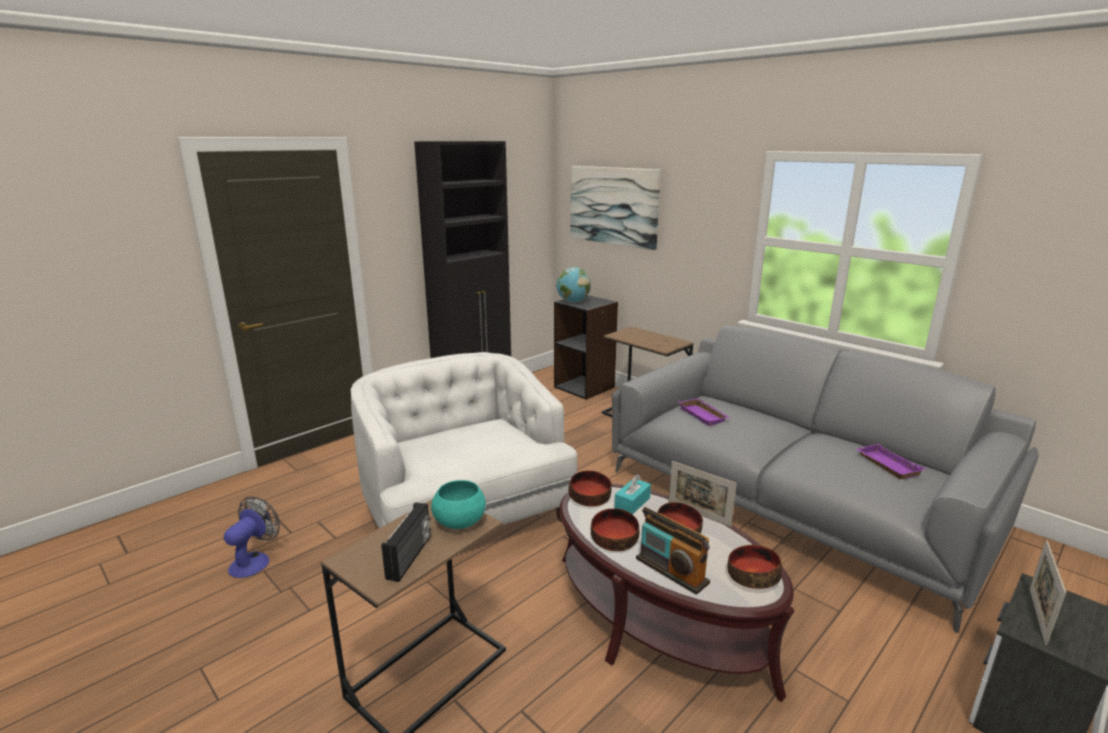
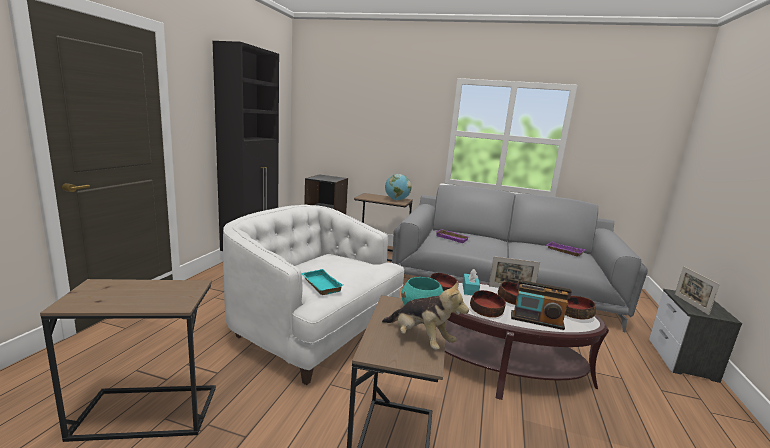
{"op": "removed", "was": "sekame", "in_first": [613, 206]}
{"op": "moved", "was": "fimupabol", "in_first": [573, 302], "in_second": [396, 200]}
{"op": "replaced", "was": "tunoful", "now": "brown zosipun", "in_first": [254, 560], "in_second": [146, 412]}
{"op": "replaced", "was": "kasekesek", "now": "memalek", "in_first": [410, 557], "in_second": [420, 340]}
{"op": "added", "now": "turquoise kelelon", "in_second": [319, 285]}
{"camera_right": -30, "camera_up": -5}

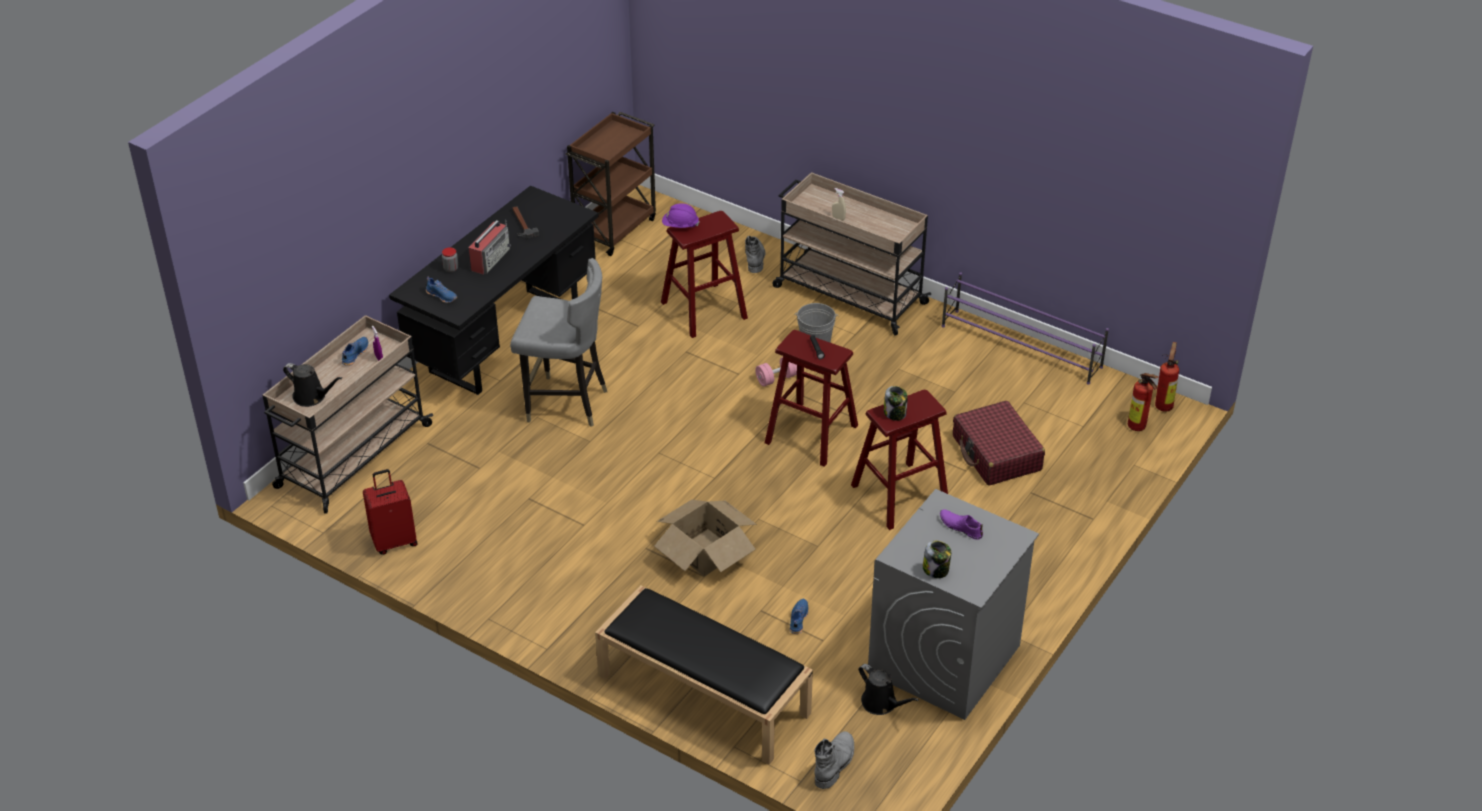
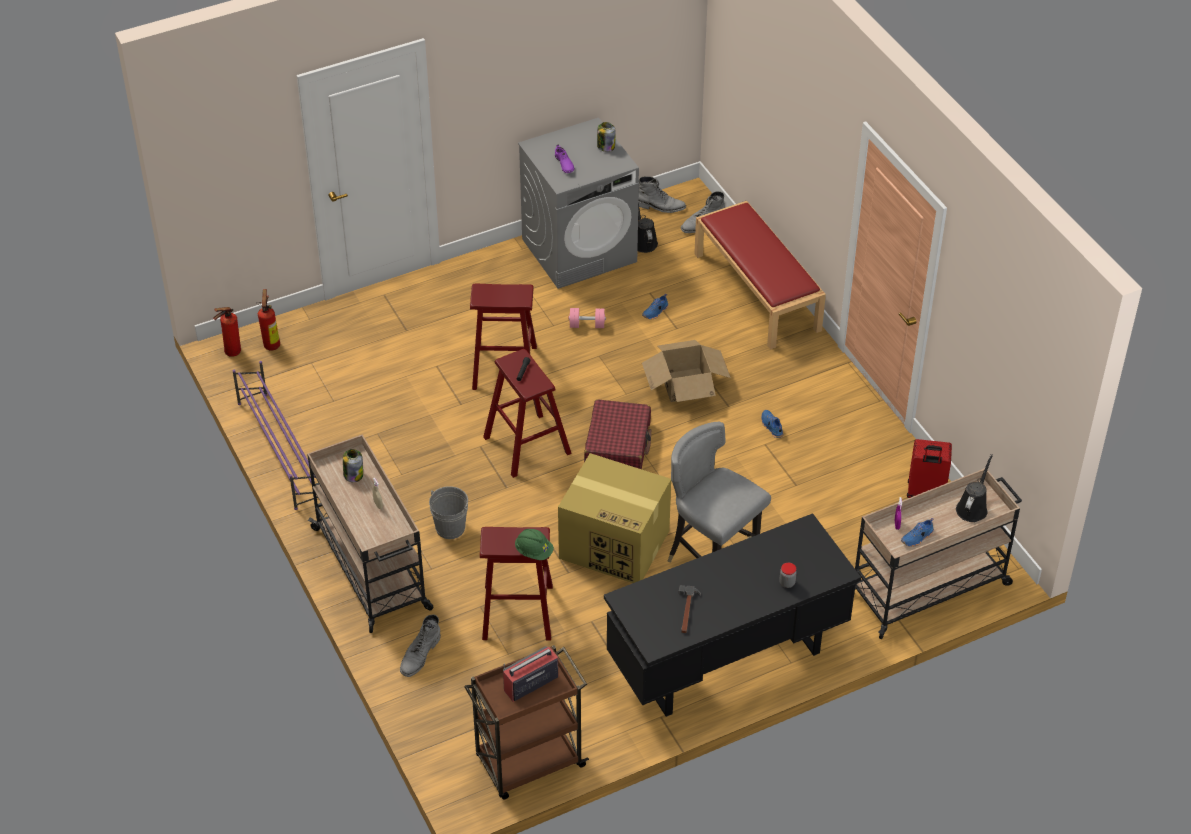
{"op": "recoloured", "was": "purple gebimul", "now": "green gebimul", "in_first": [680, 226], "in_second": [534, 551]}
{"op": "moved", "was": "kasekesek", "in_first": [490, 259], "in_second": [530, 684]}
{"op": "moved", "was": "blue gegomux", "in_first": [442, 296], "in_second": [771, 427]}
{"op": "moved", "was": "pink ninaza", "in_first": [776, 378], "in_second": [587, 325]}
{"op": "turned", "was": "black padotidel", "in_first": [312, 397], "in_second": [972, 508], "clockwise": 60}
{"op": "moved", "was": "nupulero", "in_first": [895, 413], "in_second": [353, 474]}
{"op": "moved", "was": "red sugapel", "in_first": [996, 454], "in_second": [618, 445]}
{"op": "recoloured", "was": "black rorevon", "now": "red rorevon", "in_first": [702, 694], "in_second": [758, 292]}
{"op": "added", "now": "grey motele", "in_second": [660, 206]}
{"op": "added", "now": "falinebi", "in_second": [615, 544]}
{"camera_right": -150, "camera_up": 5}

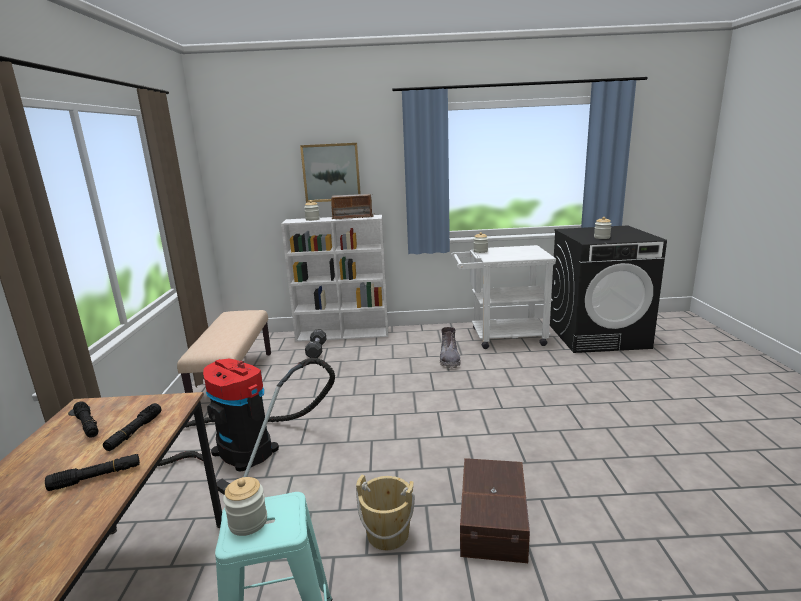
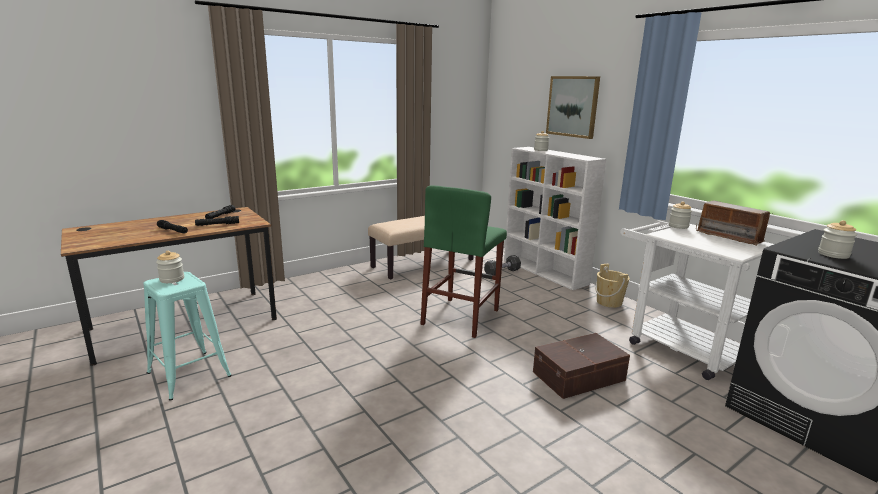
{"op": "moved", "was": "kasekesek", "in_first": [352, 217], "in_second": [729, 237]}
{"op": "removed", "was": "grey motele", "in_first": [449, 360]}
{"op": "removed", "was": "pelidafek", "in_first": [239, 450]}
{"op": "moved", "was": "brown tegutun", "in_first": [494, 520], "in_second": [580, 376]}
{"op": "moved", "was": "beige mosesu", "in_first": [388, 534], "in_second": [609, 302]}
{"op": "added", "now": "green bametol", "in_second": [461, 317]}
{"camera_right": 55, "camera_up": 0}

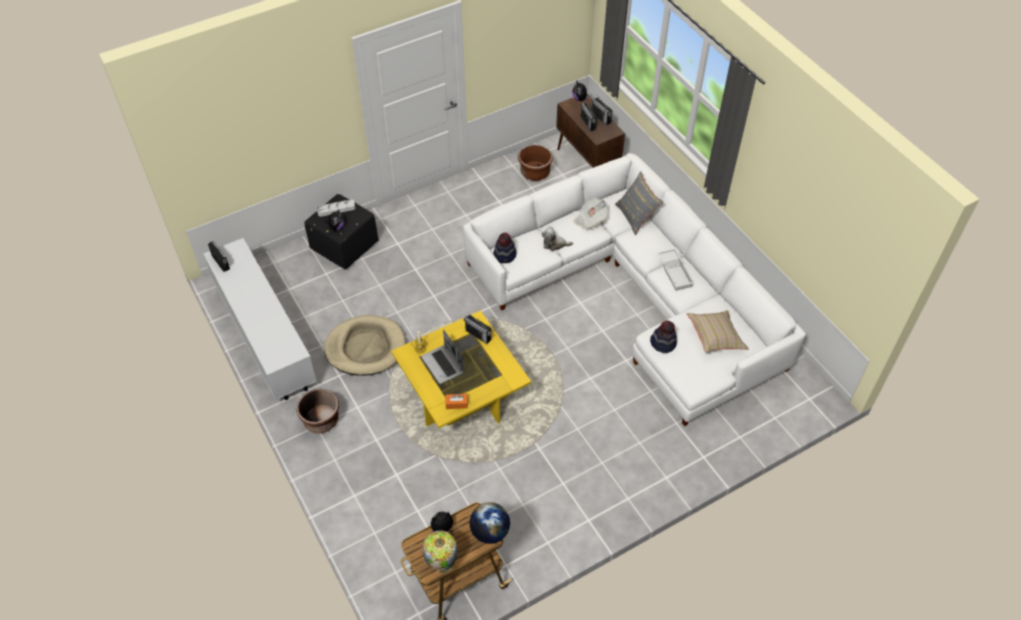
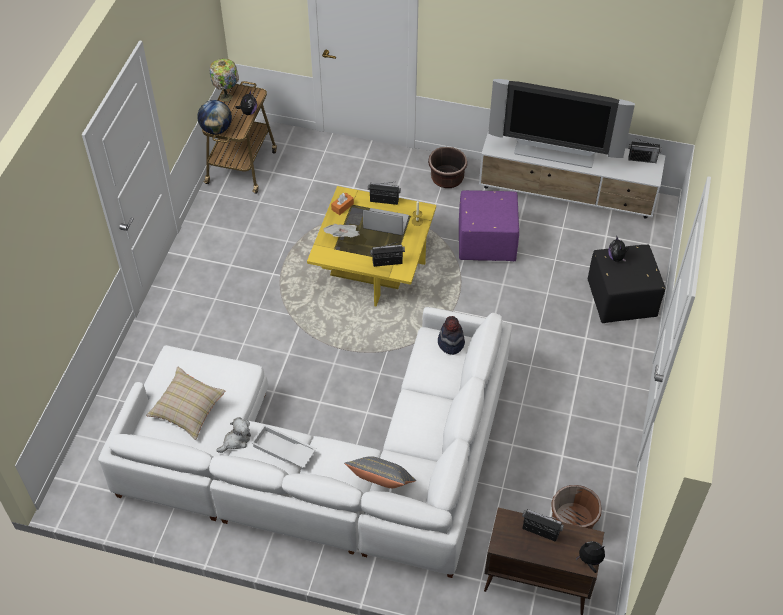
{"op": "moved", "was": "kasekesek", "in_first": [601, 117], "in_second": [384, 200]}
{"op": "moved", "was": "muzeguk", "in_first": [590, 220], "in_second": [343, 237]}
{"op": "removed", "was": "grey kelelon", "in_first": [336, 209]}
{"op": "moved", "was": "memalek", "in_first": [554, 244], "in_second": [236, 440]}
{"op": "replaced", "was": "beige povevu", "now": "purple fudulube", "in_first": [365, 348], "in_second": [486, 242]}
{"op": "removed", "was": "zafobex", "in_first": [663, 343]}
{"op": "added", "now": "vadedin", "in_second": [554, 153]}
{"camera_right": 135, "camera_up": 0}

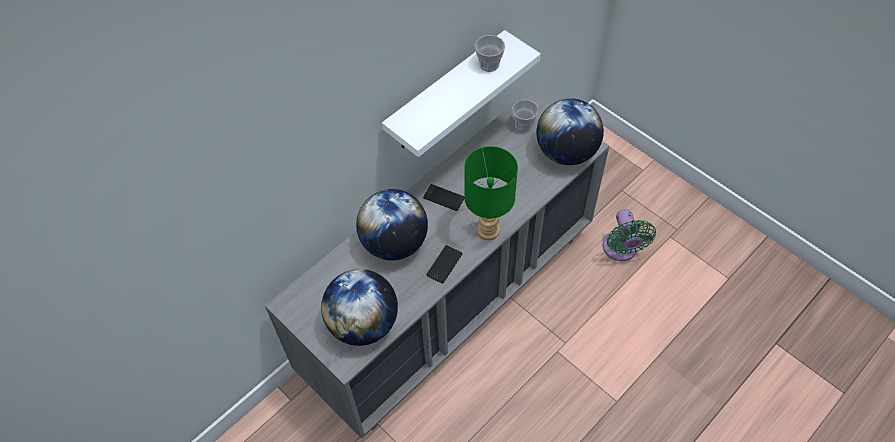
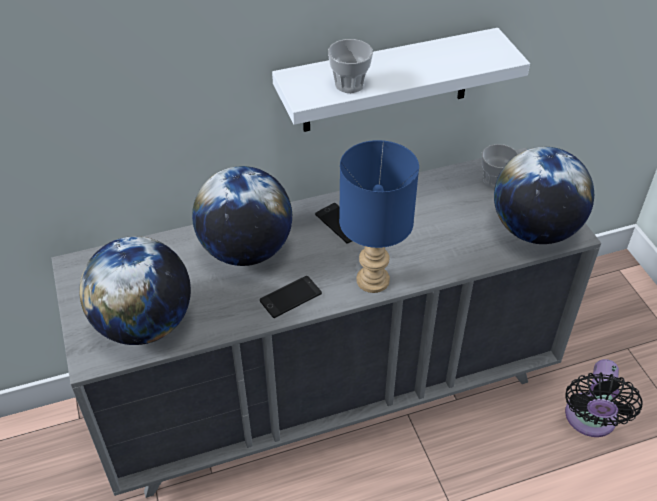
{"op": "moved", "was": "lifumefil", "in_first": [489, 64], "in_second": [349, 84]}
{"op": "recoloured", "was": "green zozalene", "now": "blue zozalene", "in_first": [488, 231], "in_second": [372, 281]}
{"op": "recoloured", "was": "green tunoful", "now": "black tunoful", "in_first": [621, 250], "in_second": [590, 420]}
{"camera_right": 25, "camera_up": -10}

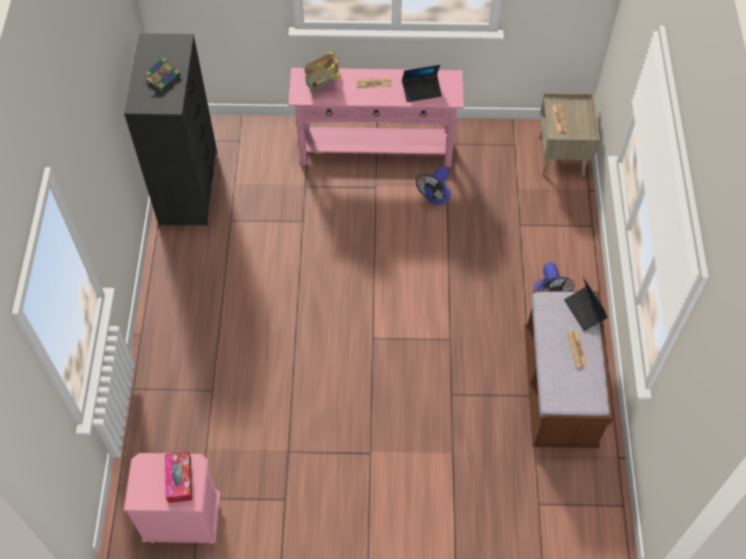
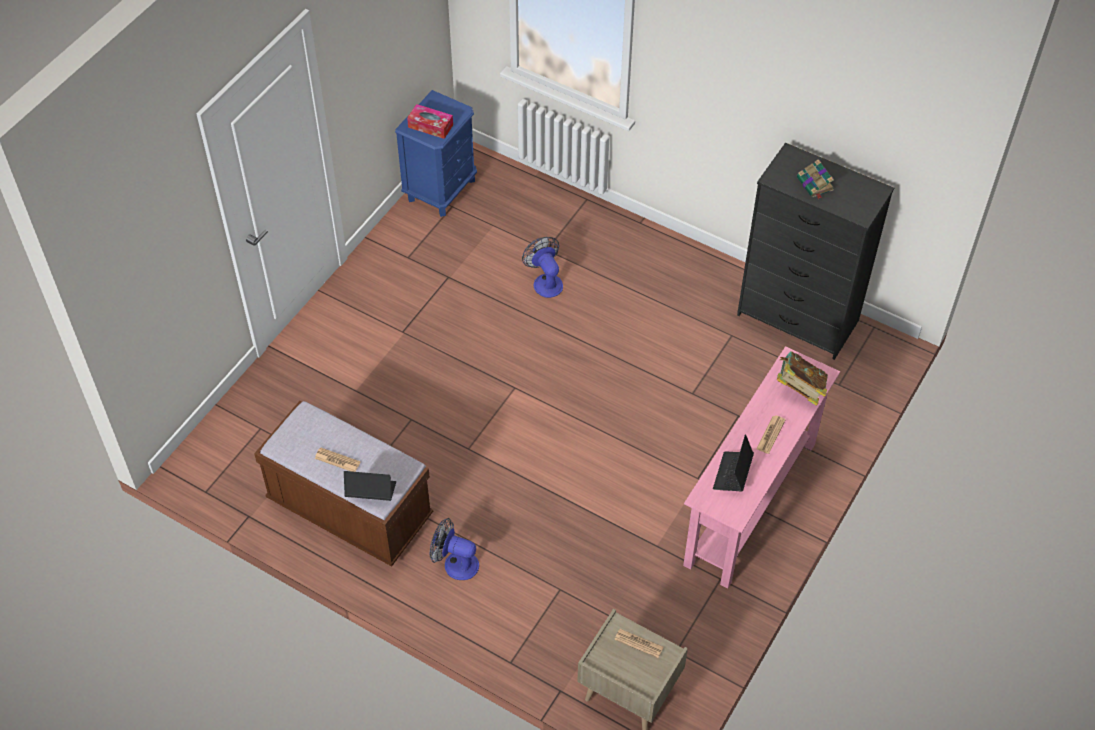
{"op": "moved", "was": "tunoful", "in_first": [435, 198], "in_second": [545, 281]}
{"op": "recoloured", "was": "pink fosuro", "now": "blue fosuro", "in_first": [183, 520], "in_second": [441, 189]}
{"camera_right": 120, "camera_up": -5}

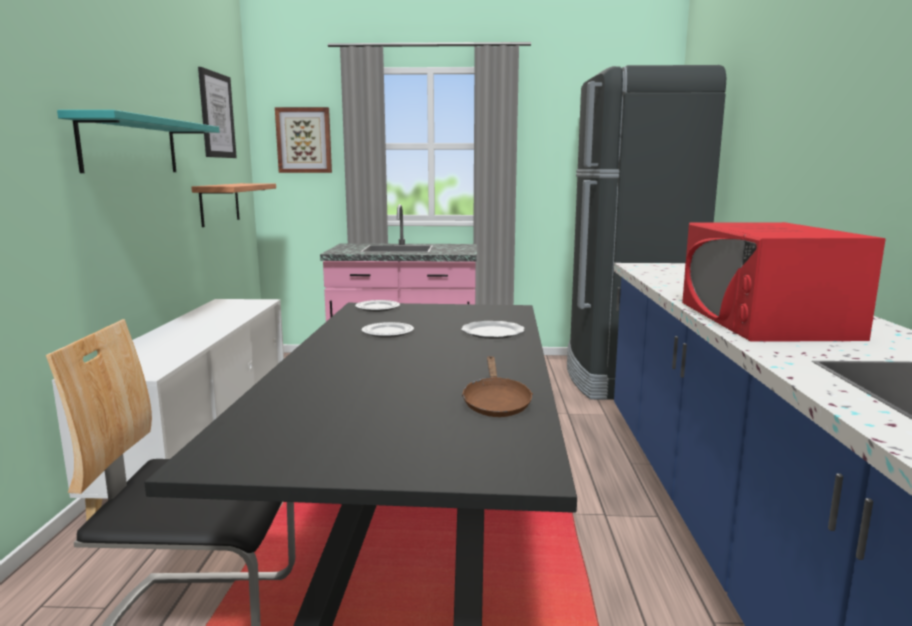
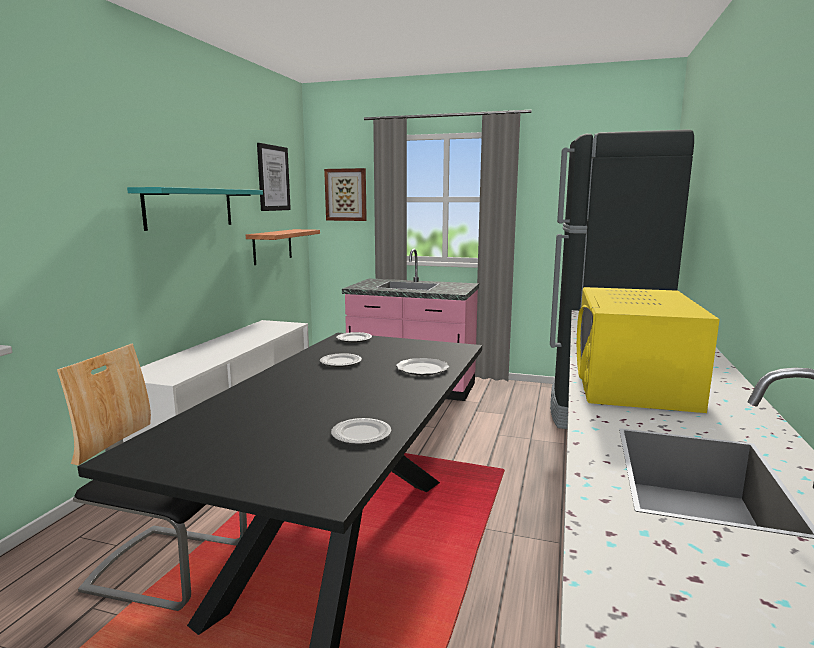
{"op": "recoloured", "was": "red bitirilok", "now": "yellow bitirilok", "in_first": [764, 319], "in_second": [632, 381]}
{"op": "replaced", "was": "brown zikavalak", "now": "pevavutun", "in_first": [495, 404], "in_second": [360, 434]}
{"camera_right": 15, "camera_up": 0}

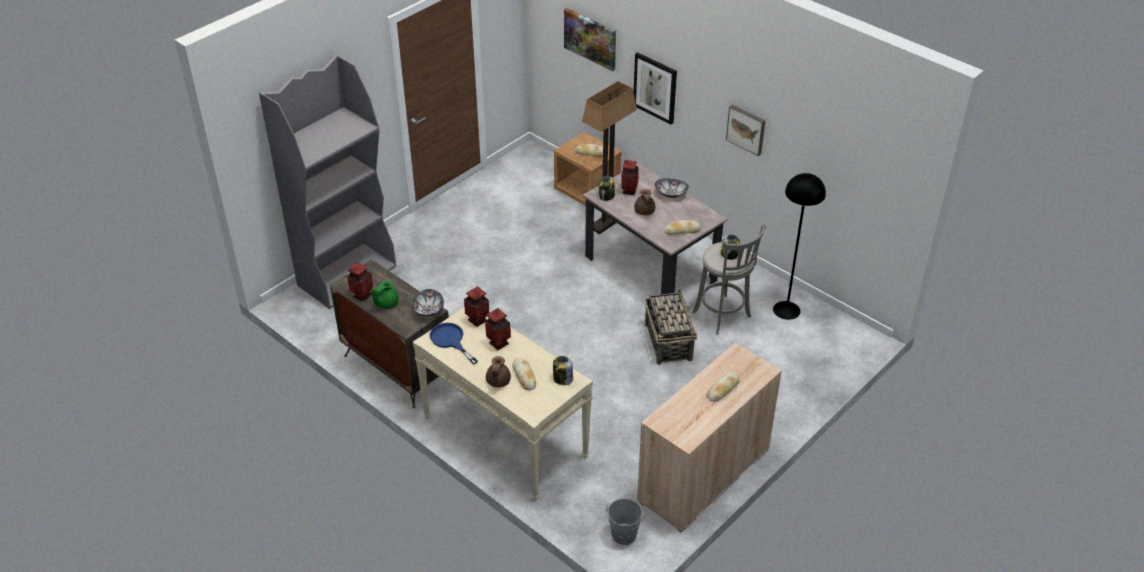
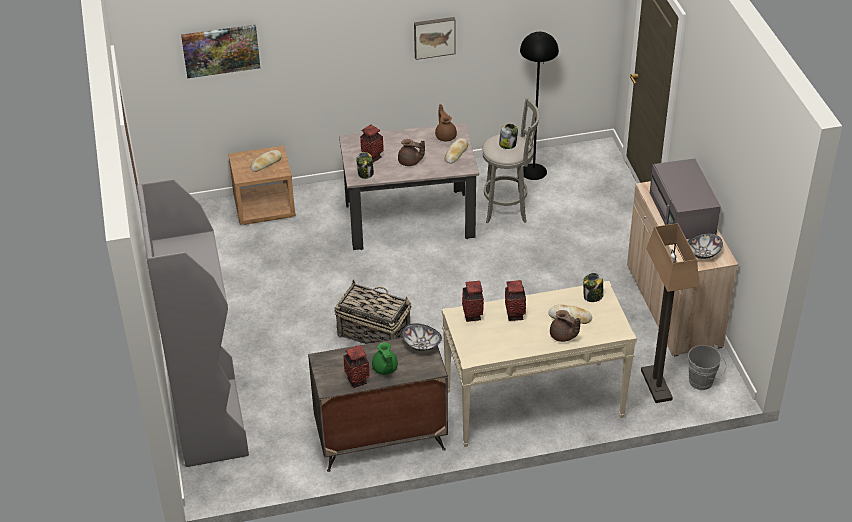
{"op": "removed", "was": "sekame", "in_first": [655, 87]}
{"op": "moved", "was": "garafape", "in_first": [606, 222], "in_second": [655, 384]}
{"op": "moved", "was": "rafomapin", "in_first": [671, 194], "in_second": [703, 253]}
{"op": "moved", "was": "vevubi", "in_first": [668, 341], "in_second": [373, 333]}
{"op": "removed", "was": "blue zikavalak", "in_first": [450, 340]}
{"op": "replaced", "was": "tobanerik", "now": "grey bitirilok", "in_first": [723, 389], "in_second": [682, 214]}
{"op": "added", "now": "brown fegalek", "in_second": [445, 136]}
{"camera_right": -55, "camera_up": 0}

